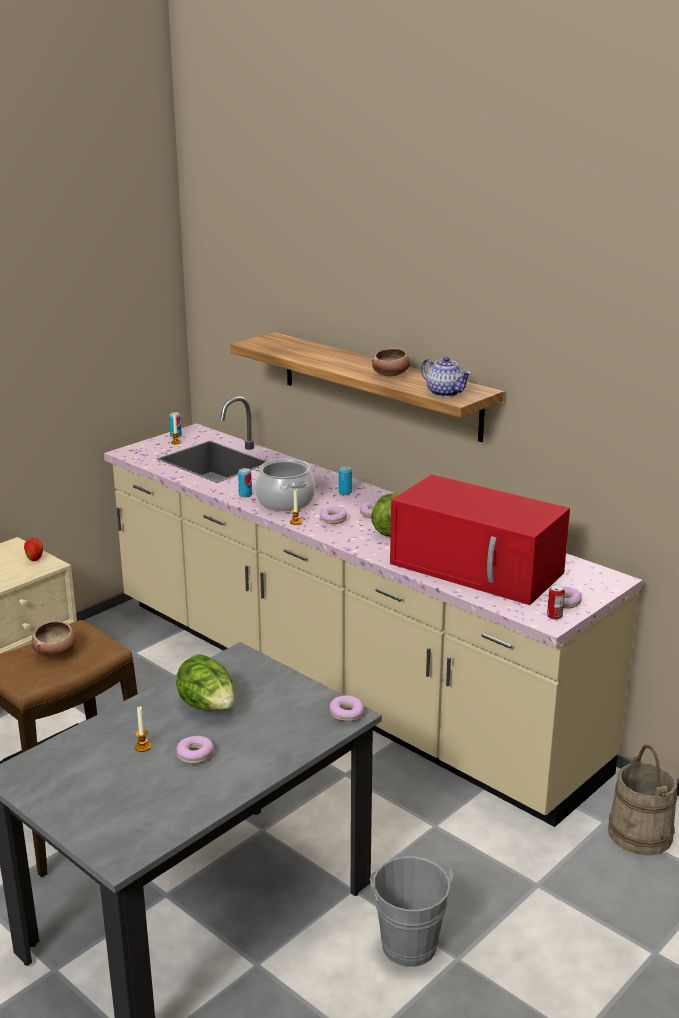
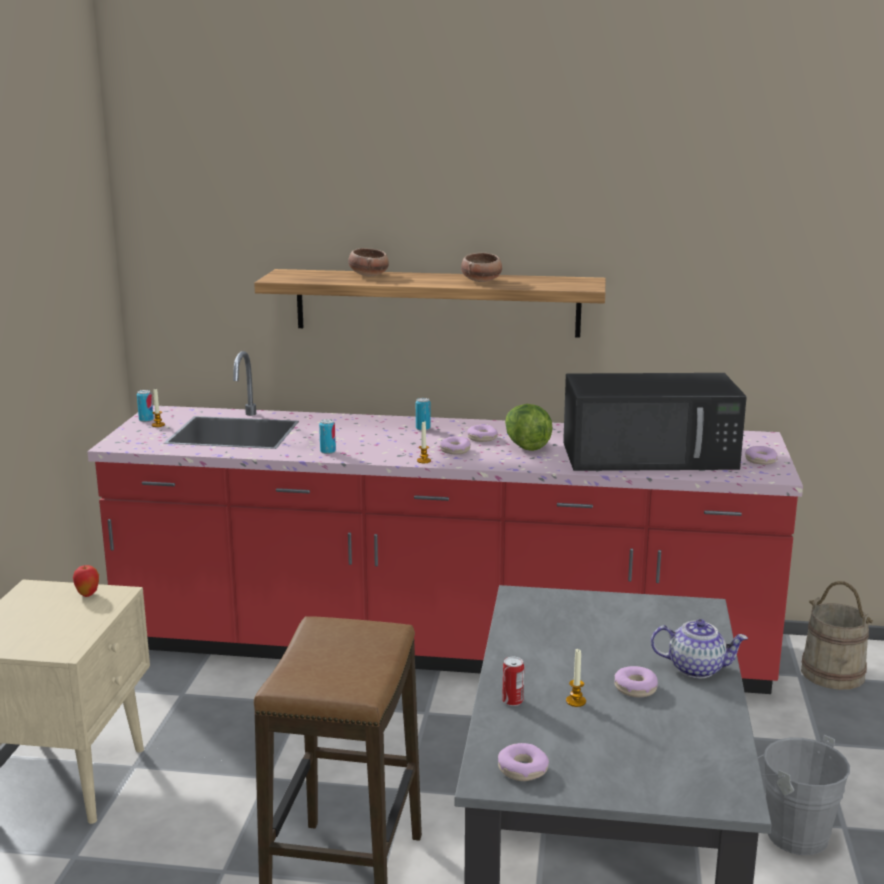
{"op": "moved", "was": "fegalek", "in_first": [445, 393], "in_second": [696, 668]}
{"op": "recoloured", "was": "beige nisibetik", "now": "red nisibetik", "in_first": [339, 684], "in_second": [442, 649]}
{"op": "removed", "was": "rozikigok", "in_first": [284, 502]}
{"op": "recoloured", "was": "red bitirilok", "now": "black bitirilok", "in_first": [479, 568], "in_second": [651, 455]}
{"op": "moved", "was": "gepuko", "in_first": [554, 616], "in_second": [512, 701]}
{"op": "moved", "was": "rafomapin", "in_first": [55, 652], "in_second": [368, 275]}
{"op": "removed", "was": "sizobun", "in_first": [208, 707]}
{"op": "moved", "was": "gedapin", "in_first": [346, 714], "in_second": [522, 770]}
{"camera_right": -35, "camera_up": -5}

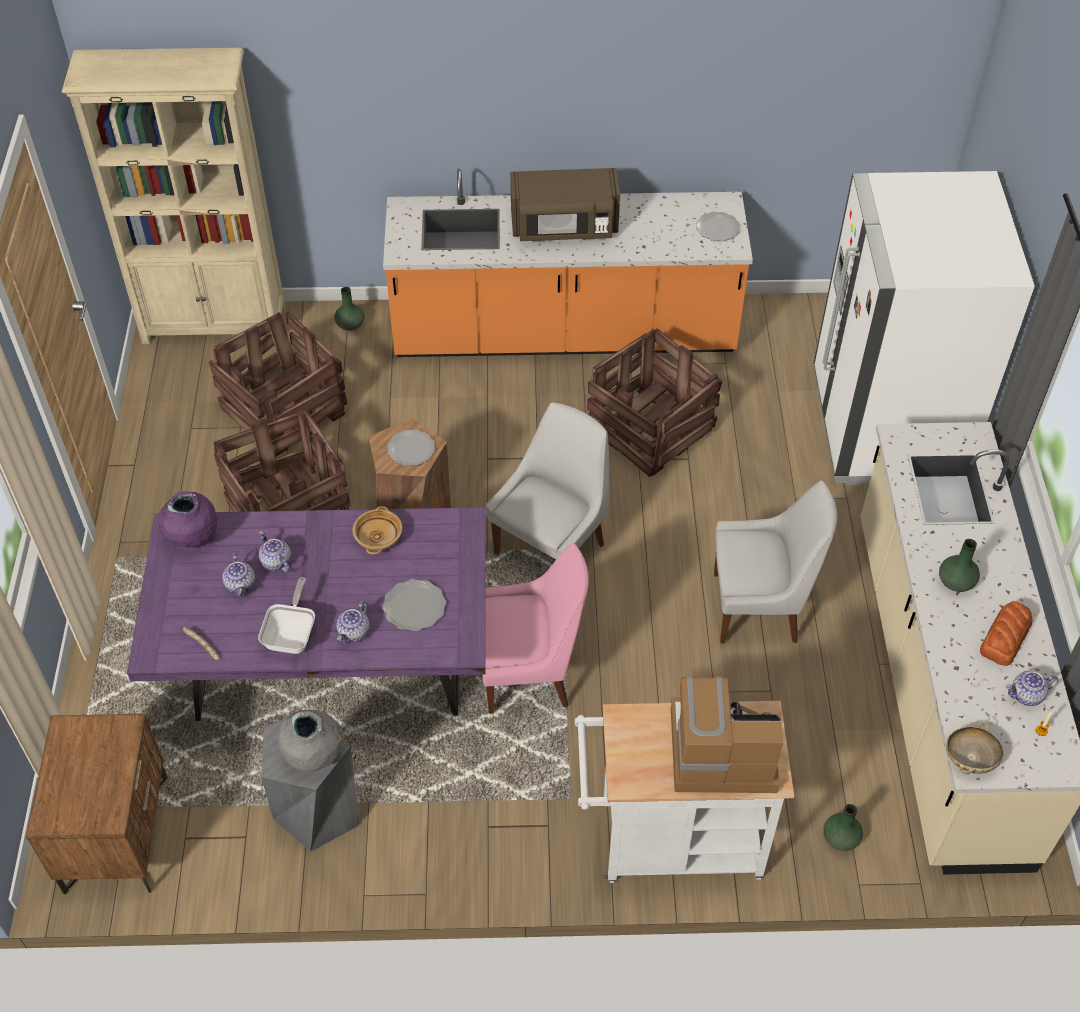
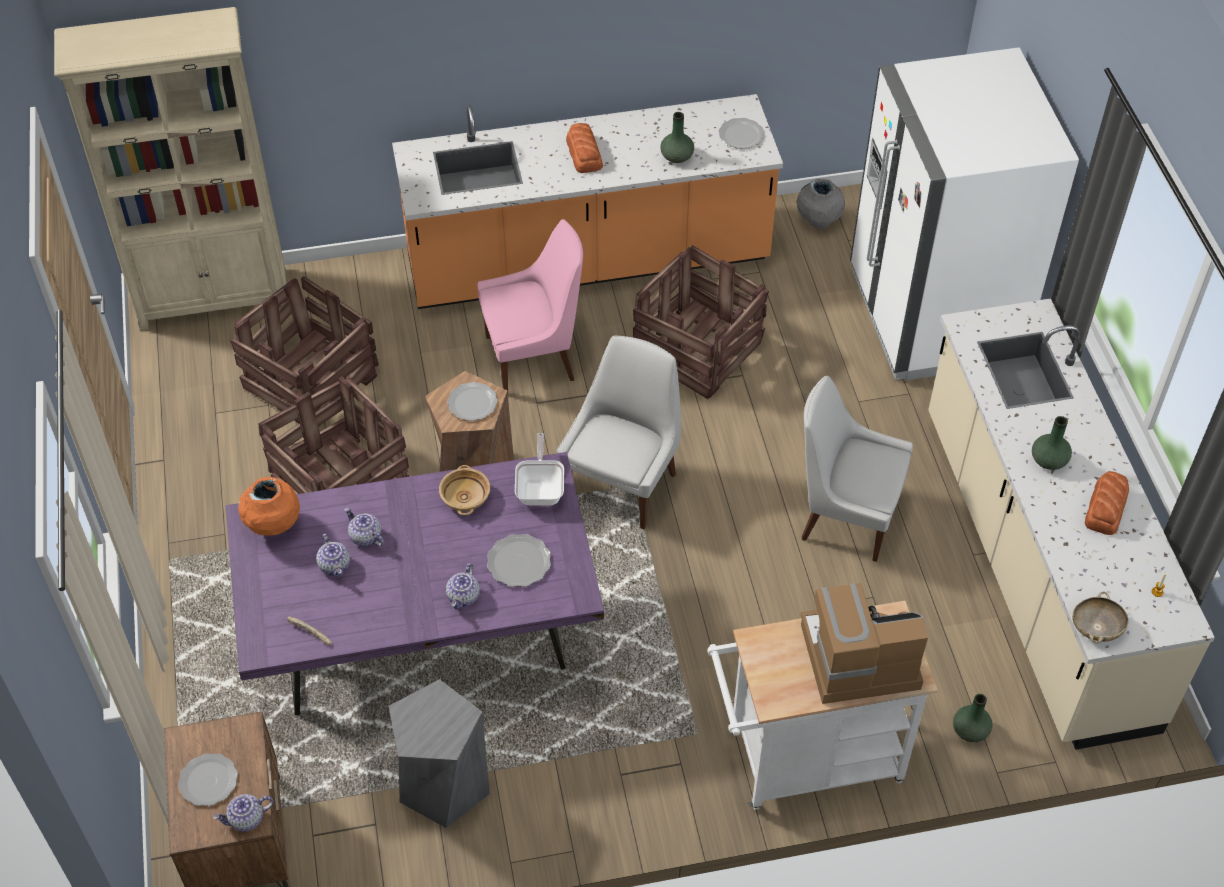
{"op": "replaced", "was": "brown bitirilok", "now": "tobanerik", "in_first": [564, 228], "in_second": [584, 153]}
{"op": "moved", "was": "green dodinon", "in_first": [350, 325], "in_second": [677, 157]}
{"op": "turned", "was": "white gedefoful", "in_first": [759, 608], "in_second": [845, 516], "clockwise": -150}
{"op": "recoloured", "was": "purple dodinon", "now": "orange dodinon", "in_first": [194, 539], "in_second": [274, 526]}
{"op": "moved", "was": "pink gedefoful", "in_first": [529, 673], "in_second": [534, 357]}
{"op": "moved", "was": "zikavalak", "in_first": [292, 635], "in_second": [541, 489]}
{"op": "moved", "was": "fegalek", "in_first": [1026, 695], "in_second": [246, 819]}
{"op": "moved", "was": "grey dodinon", "in_first": [315, 757], "in_second": [818, 222]}
{"op": "added", "now": "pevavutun", "in_second": [209, 780]}
{"camera_right": -10, "camera_up": 0}

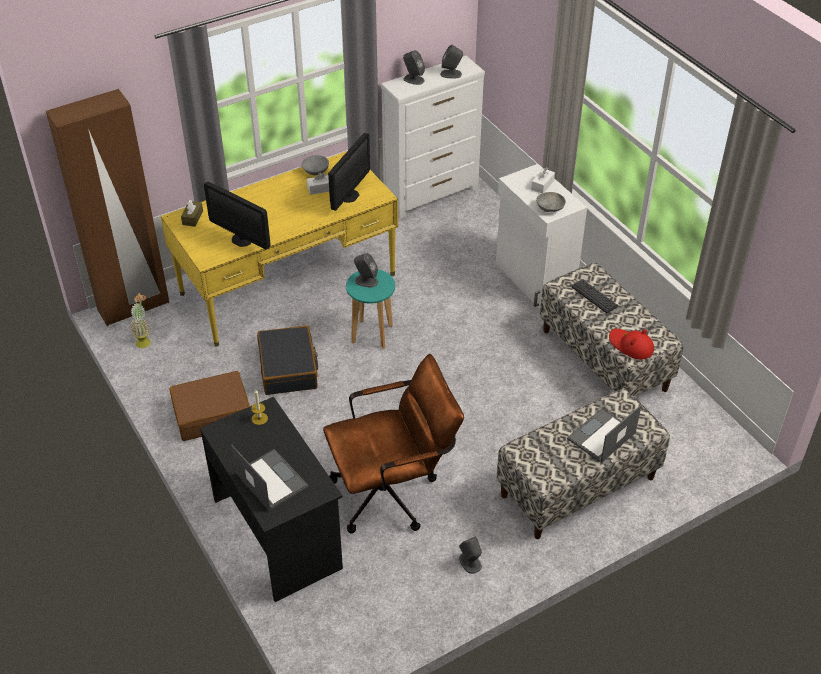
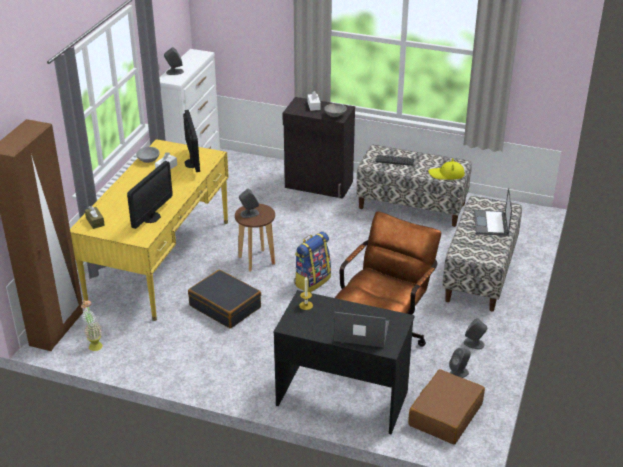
{"op": "moved", "was": "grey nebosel", "in_first": [451, 74], "in_second": [459, 373]}
{"op": "recoloured", "was": "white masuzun", "now": "black masuzun", "in_first": [534, 279], "in_second": [319, 185]}
{"op": "turned", "was": "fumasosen", "in_first": [242, 239], "in_second": [151, 217], "clockwise": -60}
{"op": "recoloured", "was": "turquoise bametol", "now": "brown bametol", "in_first": [372, 334], "in_second": [256, 261]}
{"op": "recoloured", "was": "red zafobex", "now": "yellow zafobex", "in_first": [631, 345], "in_second": [446, 174]}
{"op": "moved", "was": "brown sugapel", "in_first": [212, 413], "in_second": [445, 414]}
{"op": "added", "now": "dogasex", "in_second": [312, 281]}
{"camera_right": -40, "camera_up": -10}

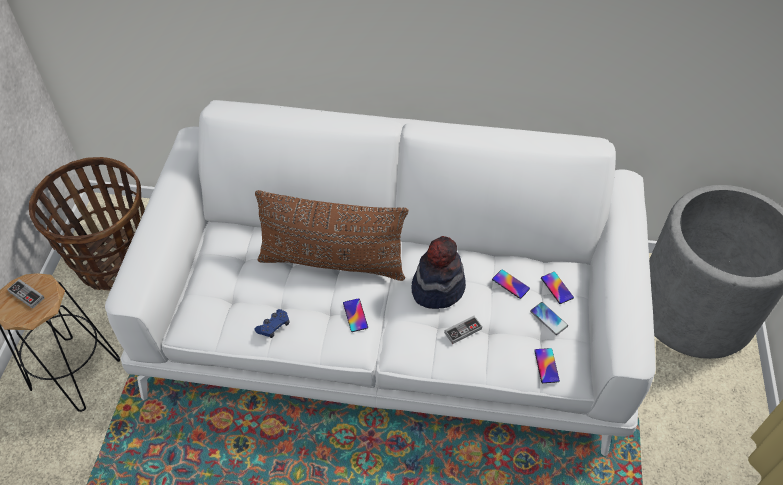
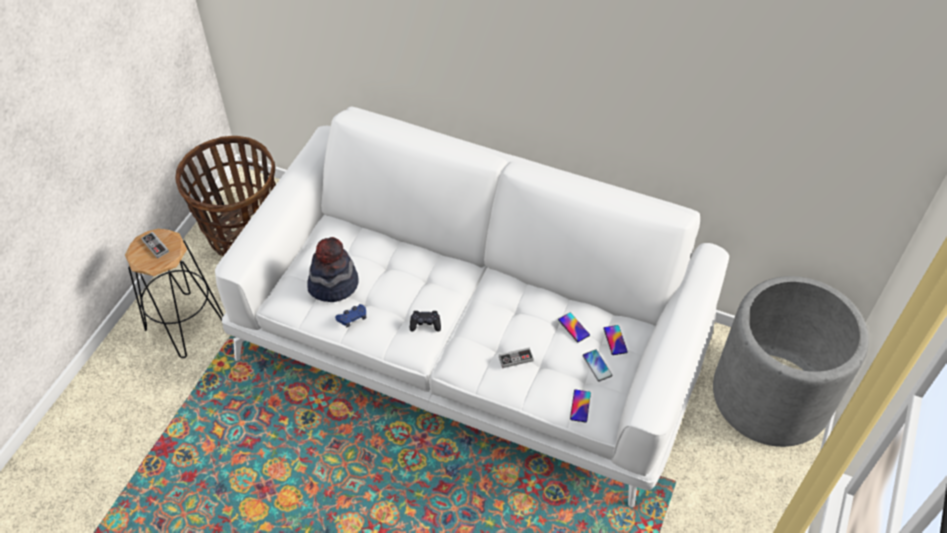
{"op": "removed", "was": "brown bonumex", "in_first": [332, 262]}
{"op": "moved", "was": "zafobex", "in_first": [437, 288], "in_second": [333, 284]}
{"op": "replaced", "was": "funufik", "now": "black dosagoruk", "in_first": [355, 315], "in_second": [425, 324]}
{"camera_right": 15, "camera_up": 0}

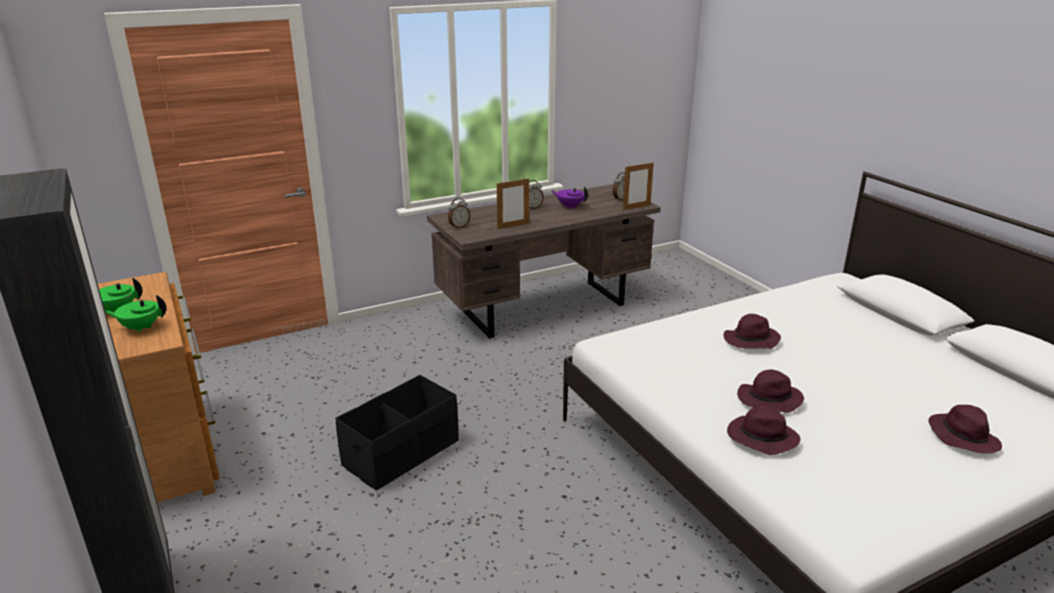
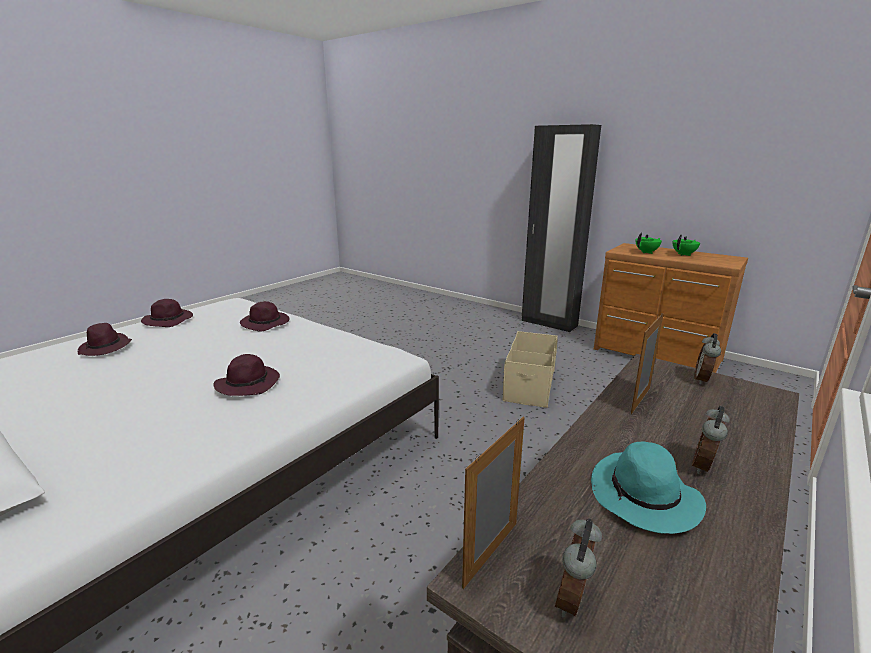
{"op": "replaced", "was": "purple fegalek", "now": "turquoise zafobex", "in_first": [569, 206], "in_second": [644, 497]}
{"op": "moved", "was": "purple zafobex", "in_first": [768, 400], "in_second": [169, 320]}
{"op": "recoloured", "was": "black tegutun", "now": "beige tegutun", "in_first": [402, 453], "in_second": [529, 385]}
{"camera_right": 155, "camera_up": -5}

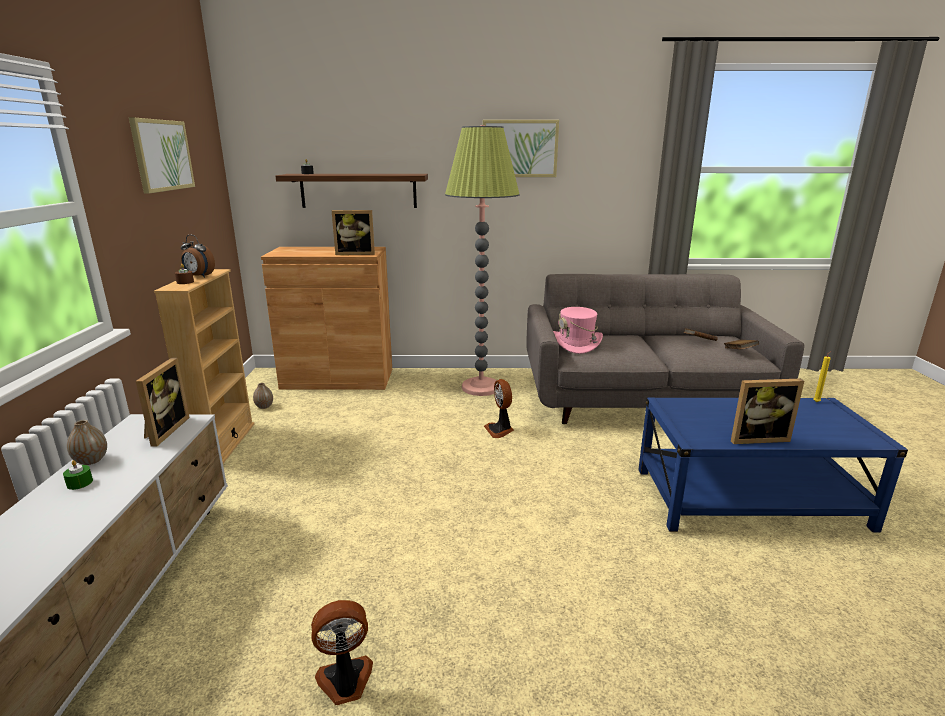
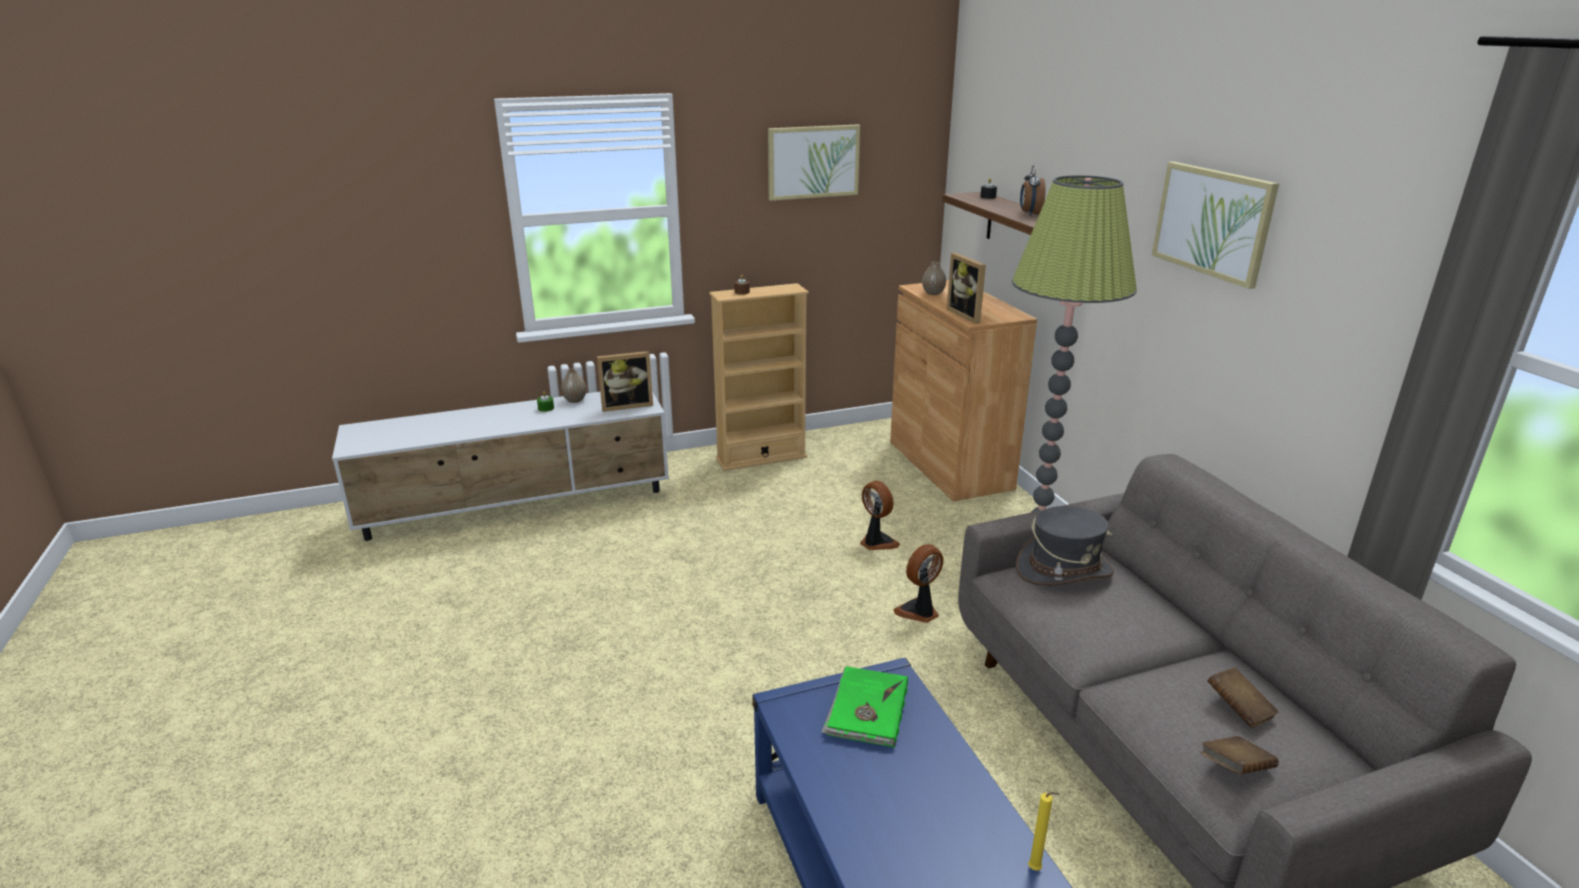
{"op": "moved", "was": "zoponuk", "in_first": [199, 276], "in_second": [1029, 214]}
{"op": "recoloured", "was": "pink zafobex", "now": "grey zafobex", "in_first": [576, 344], "in_second": [1064, 570]}
{"op": "removed", "was": "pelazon", "in_first": [756, 438]}
{"op": "moved", "was": "dodinon", "in_first": [264, 406], "in_second": [933, 293]}
{"op": "moved", "was": "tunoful", "in_first": [345, 682], "in_second": [876, 542]}
{"op": "added", "now": "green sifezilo", "in_second": [866, 710]}
{"camera_right": 70, "camera_up": 5}

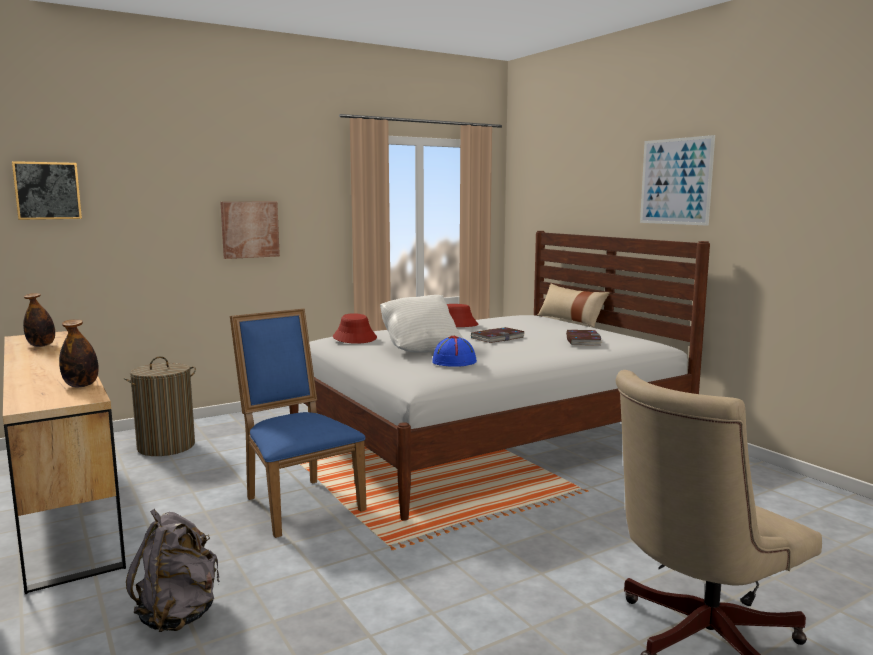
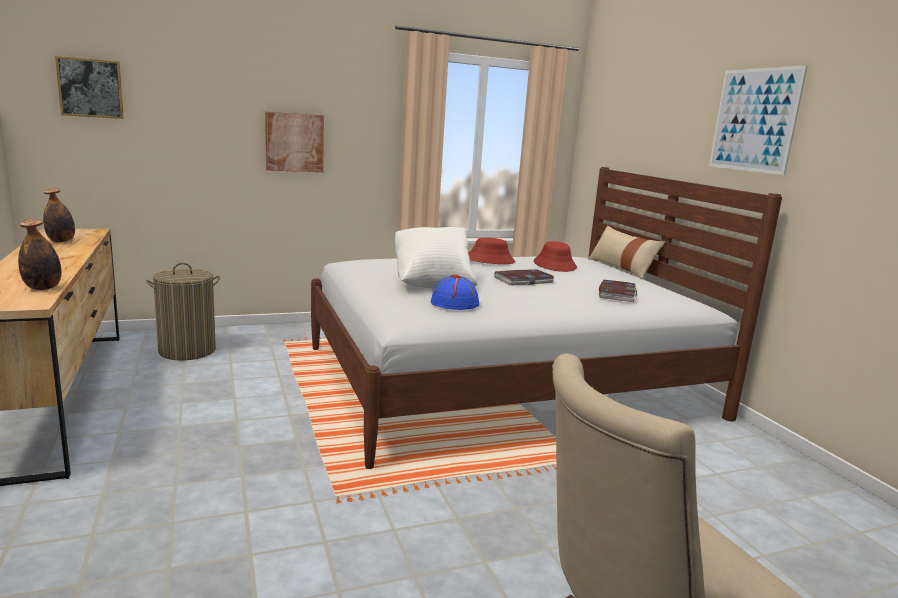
{"op": "removed", "was": "blue gedefoful", "in_first": [298, 502]}
{"op": "moved", "was": "red zafobex", "in_first": [355, 338], "in_second": [555, 265]}
{"op": "removed", "was": "grey dogasex", "in_first": [179, 615]}
{"camera_right": 10, "camera_up": 5}

